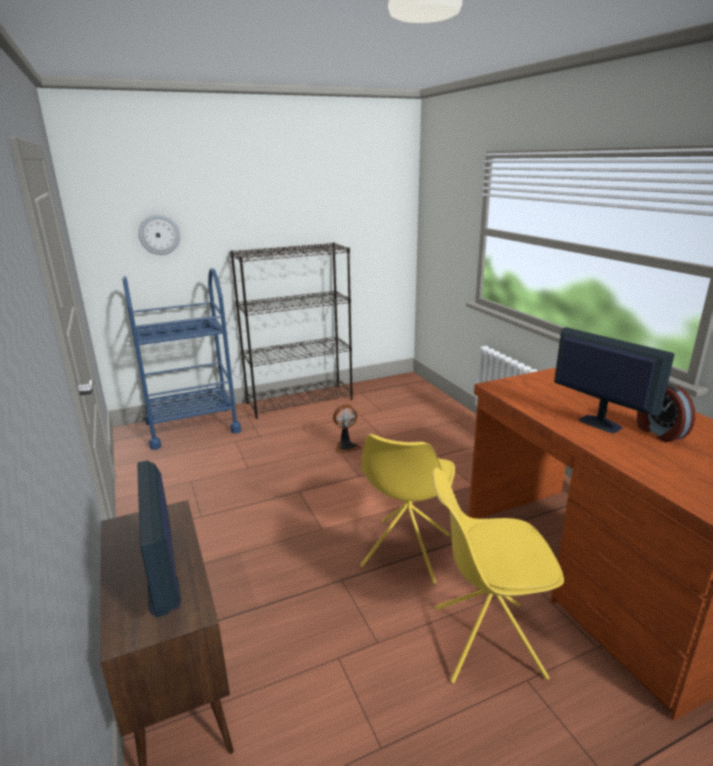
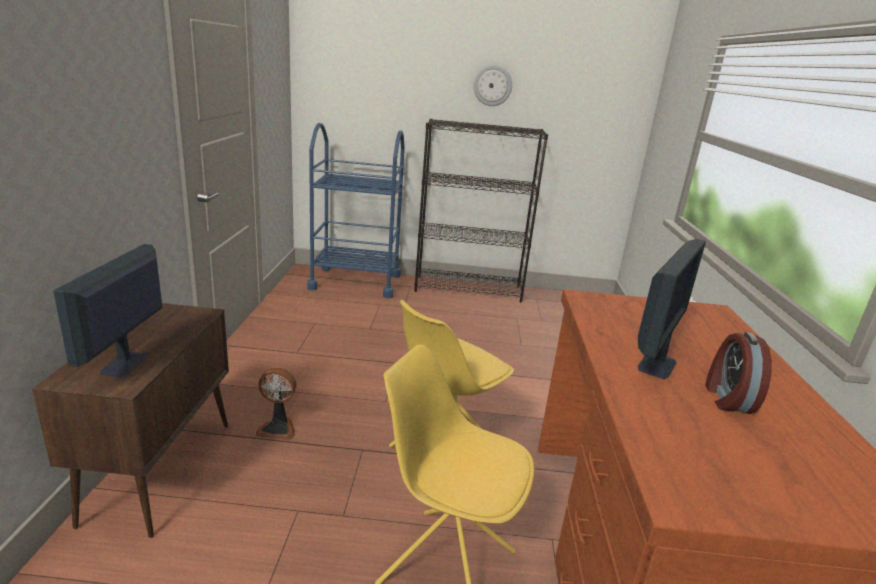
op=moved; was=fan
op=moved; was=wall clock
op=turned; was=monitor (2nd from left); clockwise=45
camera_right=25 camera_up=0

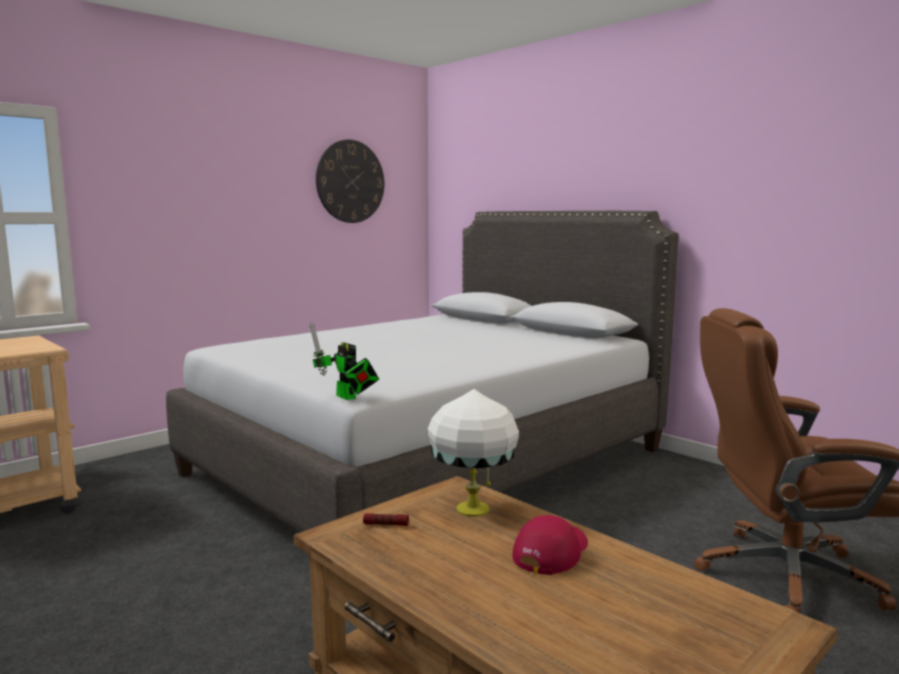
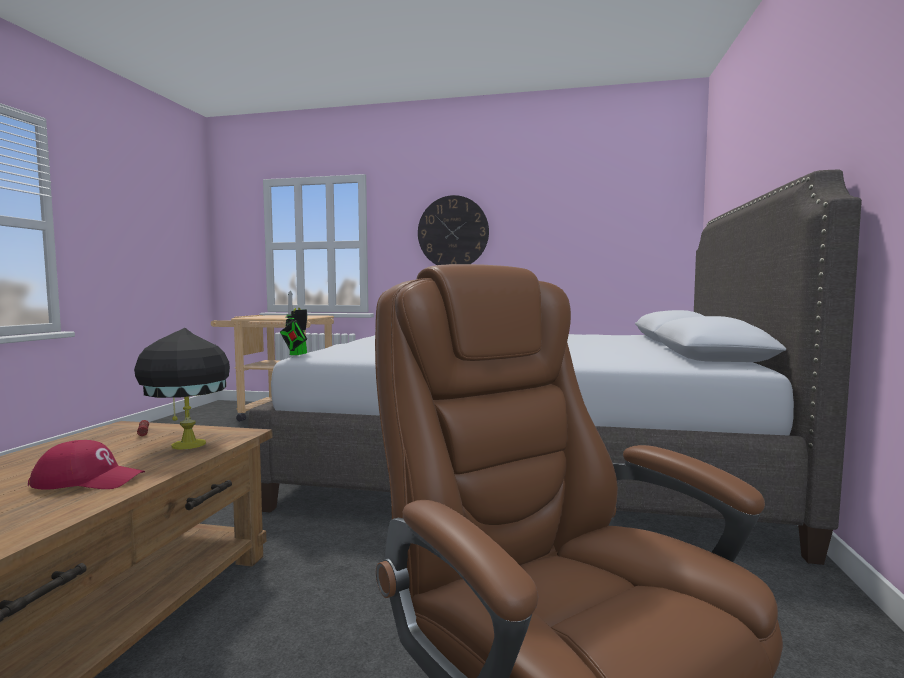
op=recoloured; was=table lamp in white; now=table lamp in black
op=moved; was=wall clock
camera_right=55 camera_up=-5

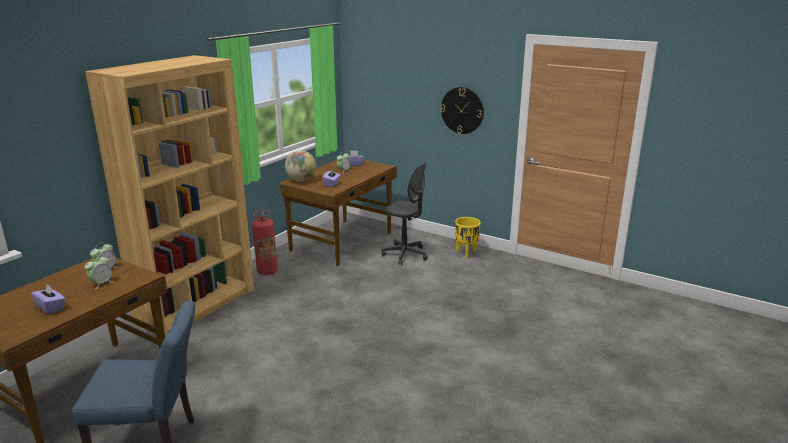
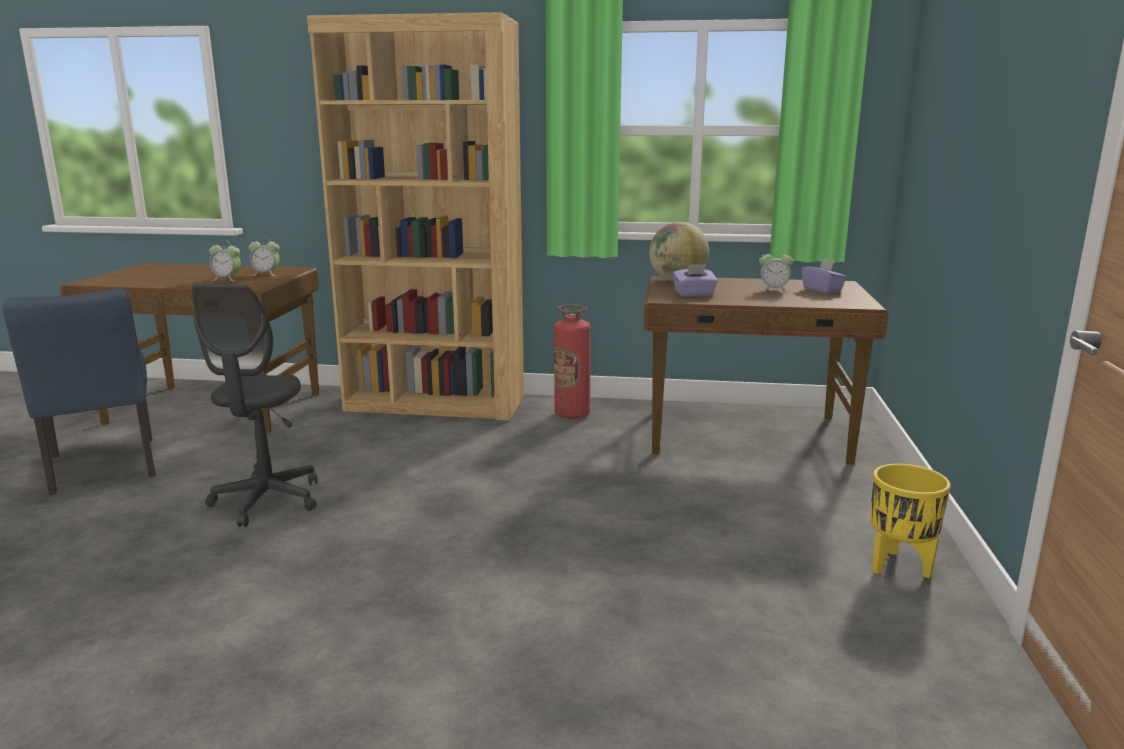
op=moved; was=office chair in grey
op=removed; was=tissue box in purple (1st from left)
op=removed; was=wall clock
camera_right=65 camera_up=-5

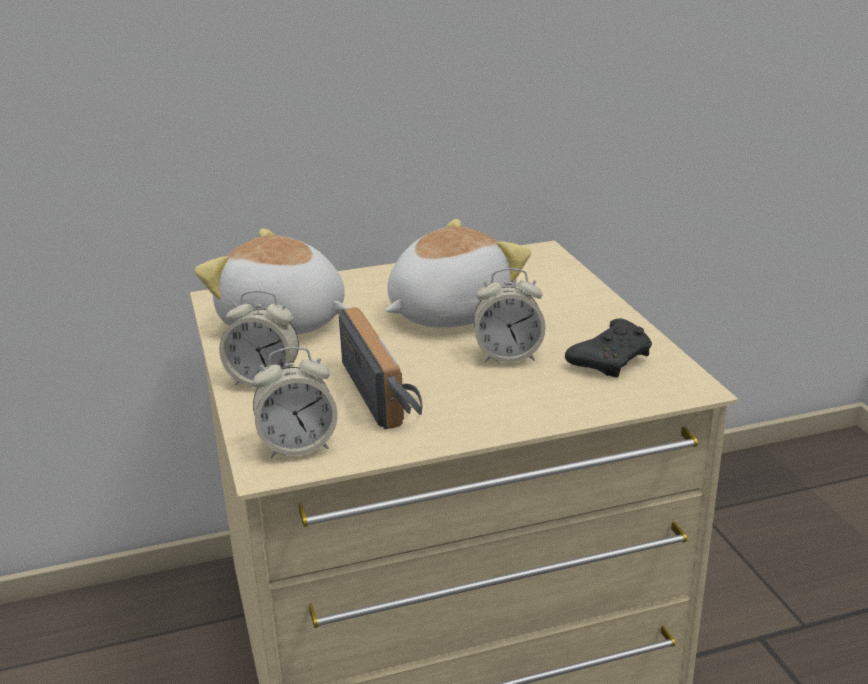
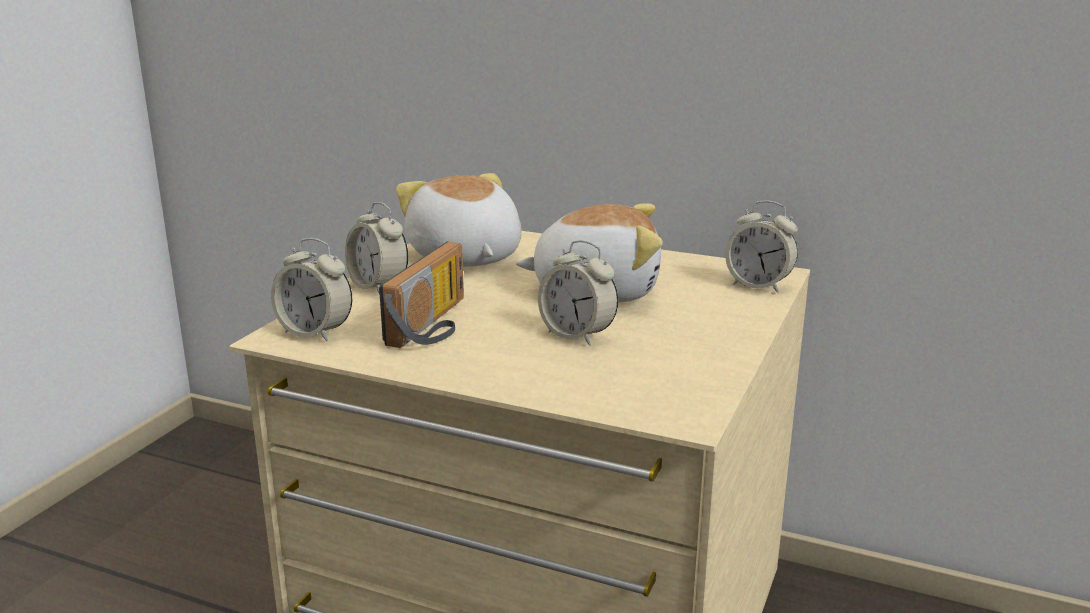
op=added; now=alarm clock (4th from left)
op=removed; was=game controller in black
camera_right=40 camera_up=-5

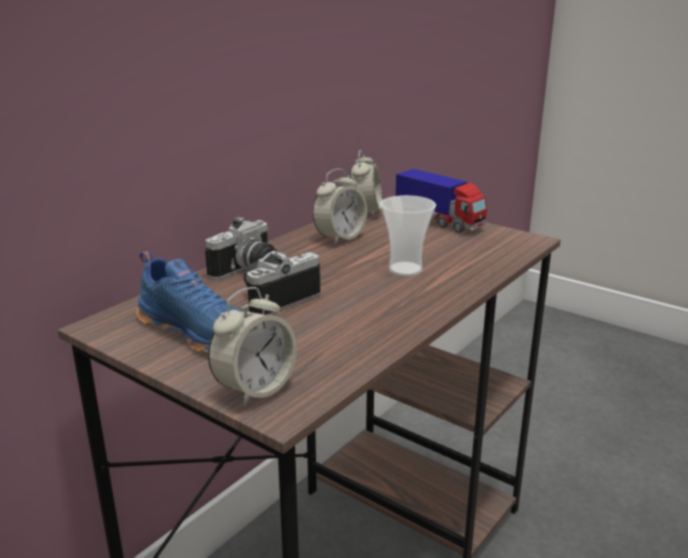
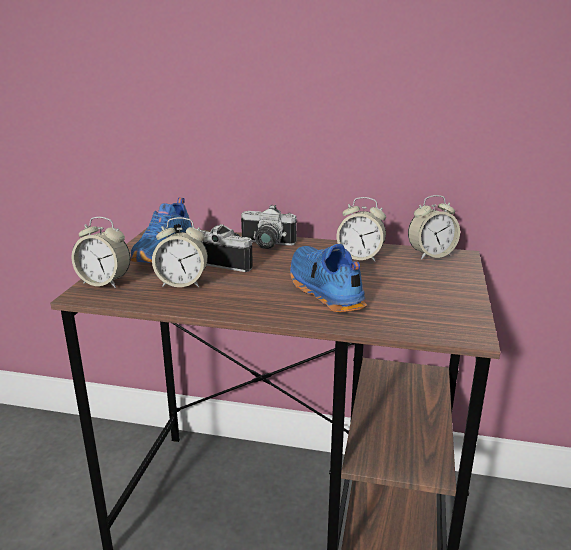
op=added; now=alarm clock (2nd from left)
op=replaced; was=cup; now=shoe in blue (2nd from left)
op=removed; was=toy truck
camera_right=65 camera_up=0

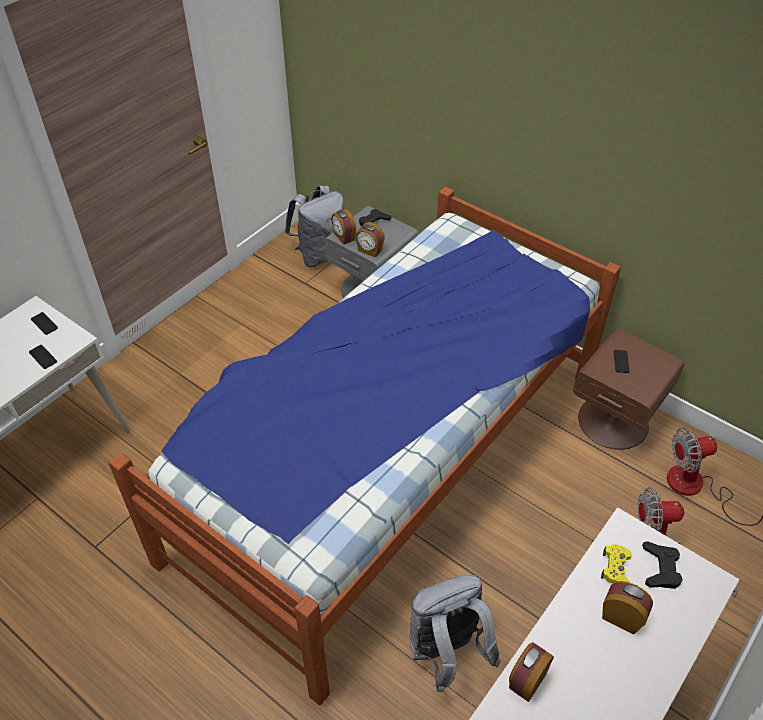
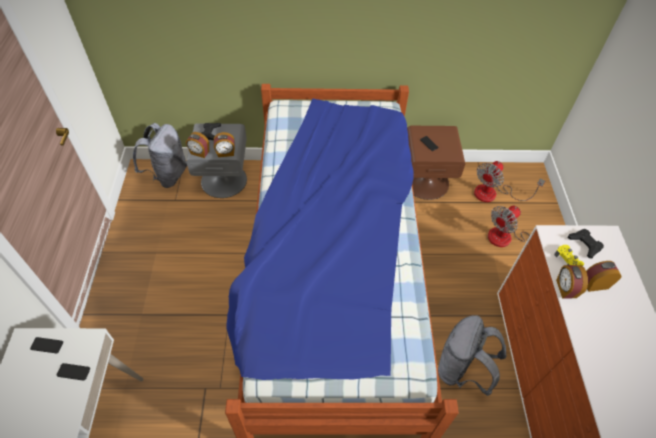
op=moved; was=alarm clock (3rd from left)
camera_right=-40 camera_up=5

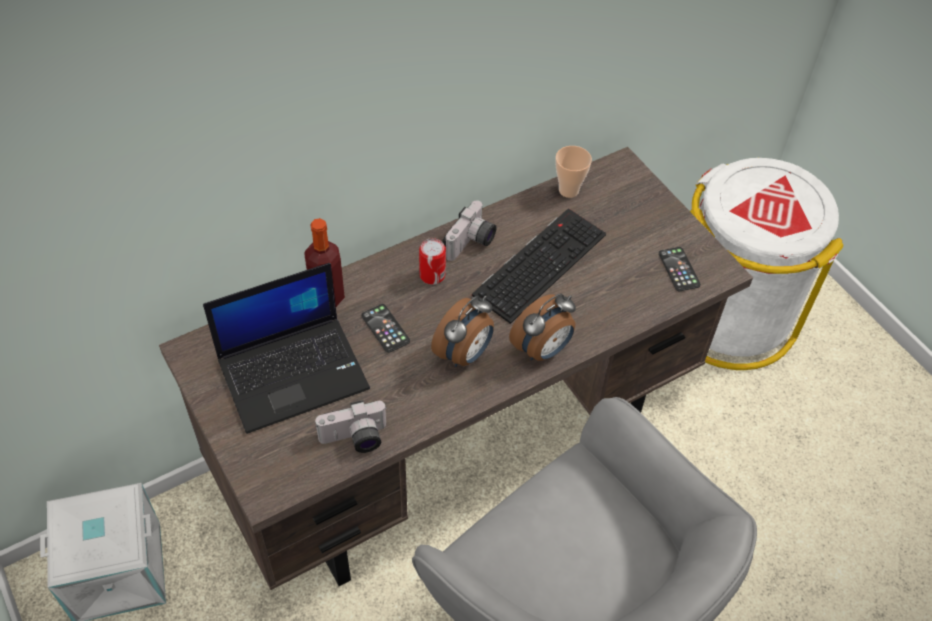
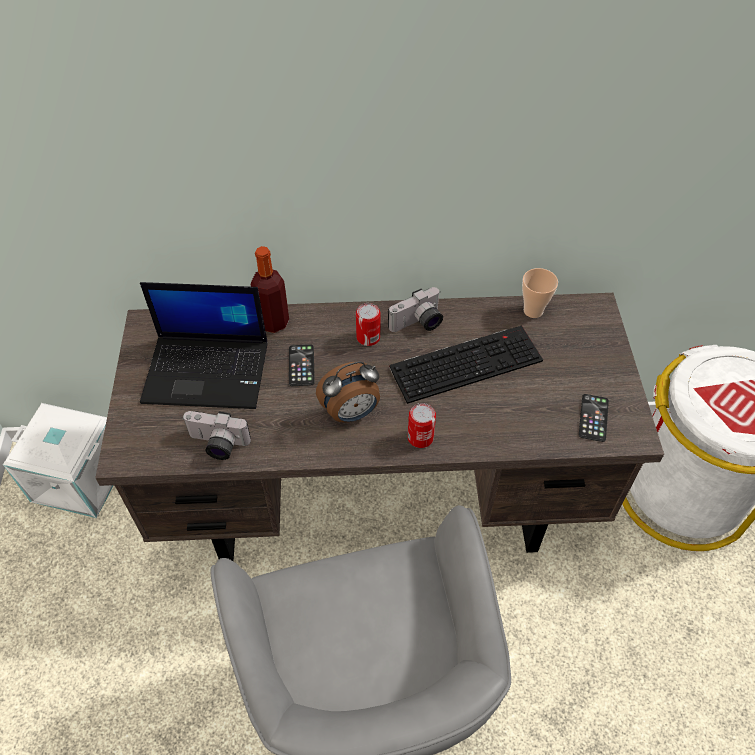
op=replaced; was=alarm clock (2nd from left); now=can (2nd from left)
camera_right=30 camera_up=0

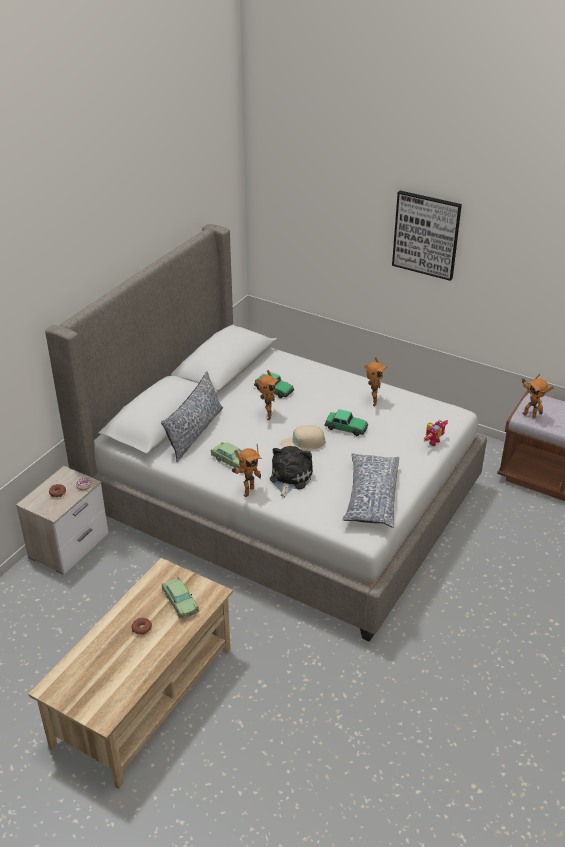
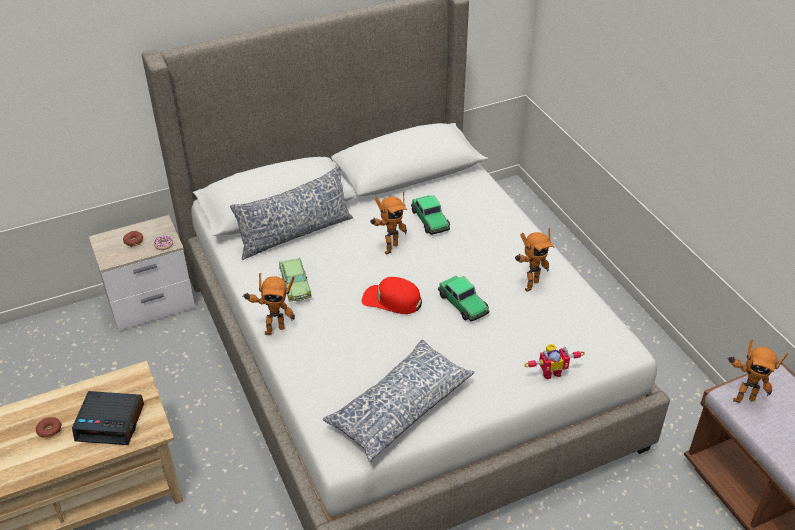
op=replaced; was=toy car (1st from left); now=alarm clock
op=recoloured; was=cap in beige; now=cap in red
op=turned; was=toy robot (5th from left); clockwise=-75
op=removed; was=plush toy
op=removed; was=picture
camera_right=35 camera_up=5

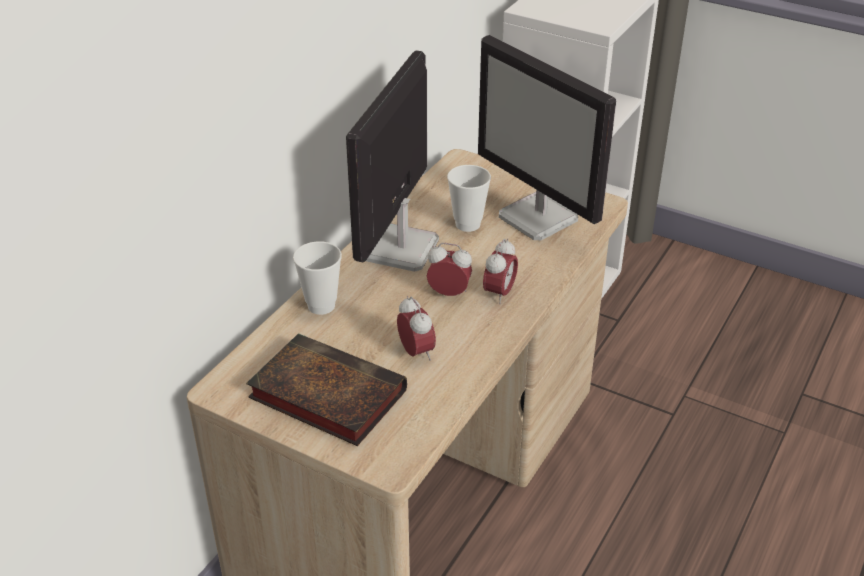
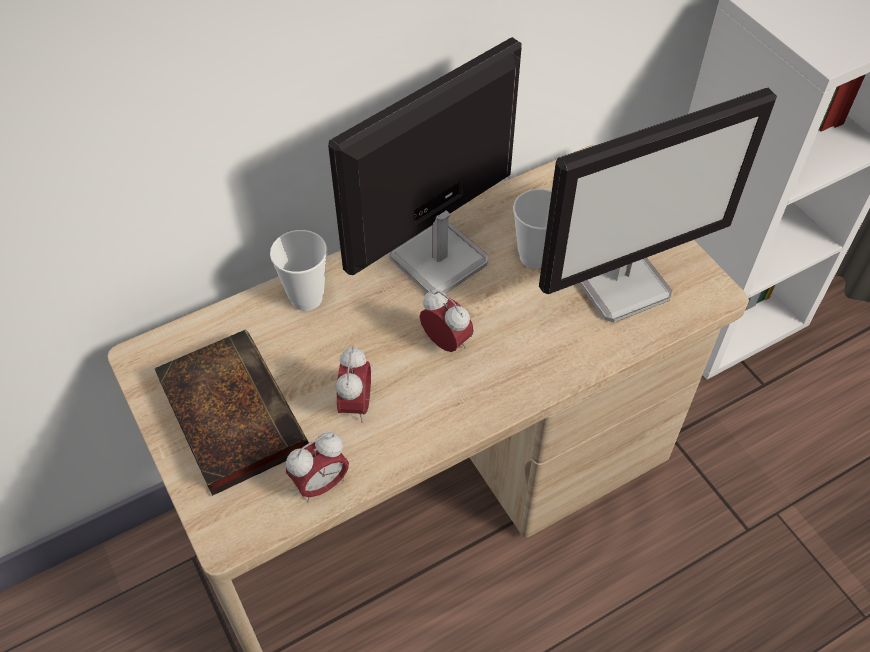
op=moved; was=alarm clock (3rd from left in the first image); now=alarm clock (1st from left)
op=turned; was=monitor (2nd from left); clockwise=-105
camera_right=30 camera_up=15

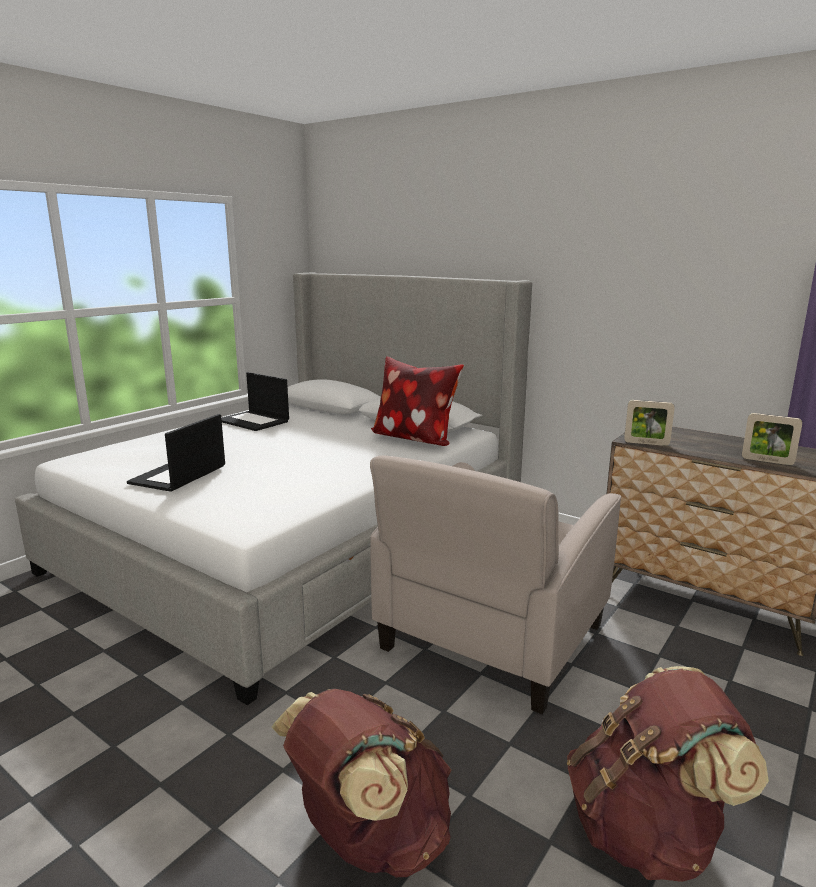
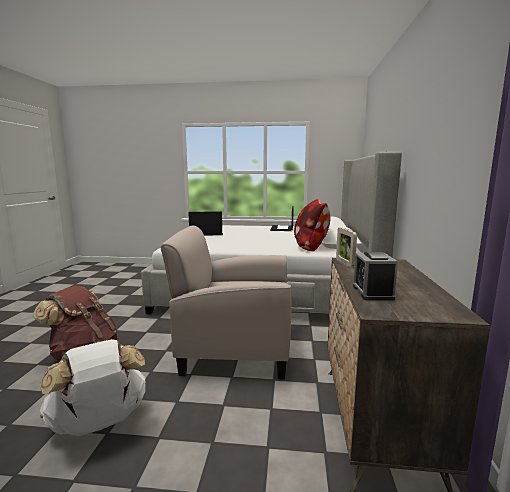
op=recoloured; was=backpack in brown (2nd from left); now=backpack in white
op=replaced; was=picture frame (2nd from left); now=alarm clock
camera_right=60 camera_up=-5

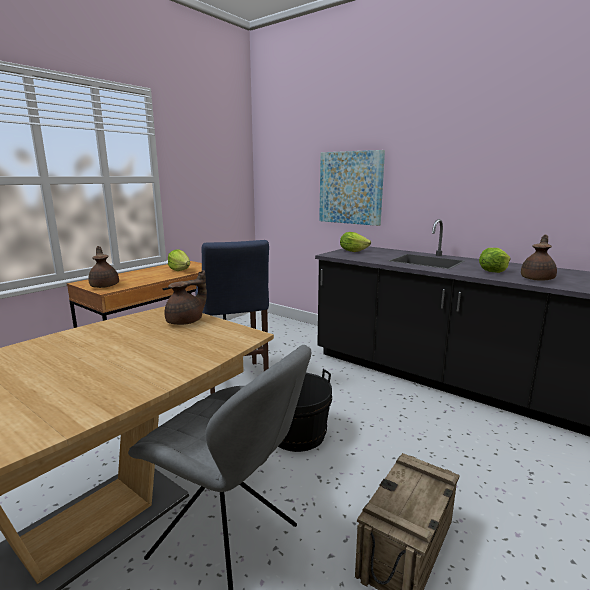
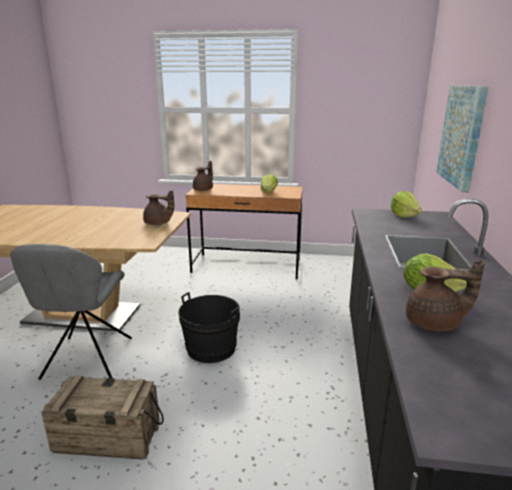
op=removed; was=stool in blue
camera_right=60 camera_up=5

